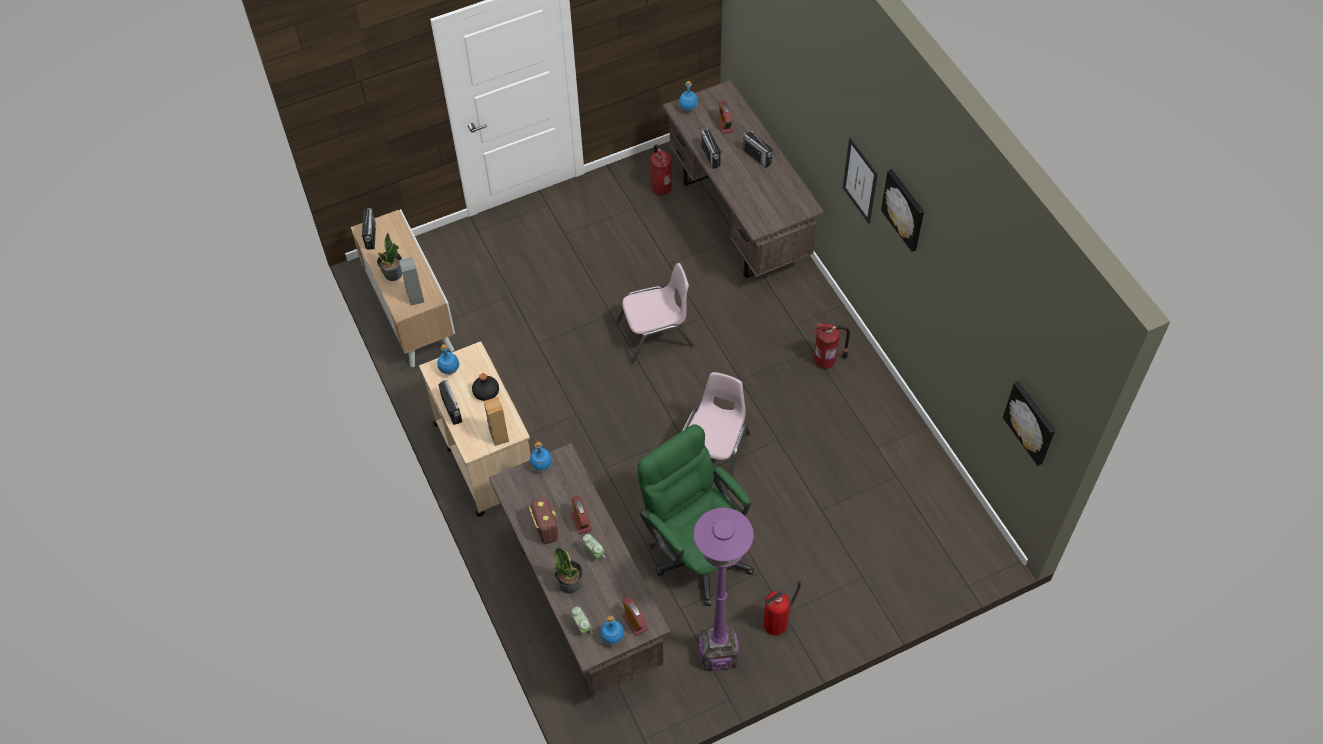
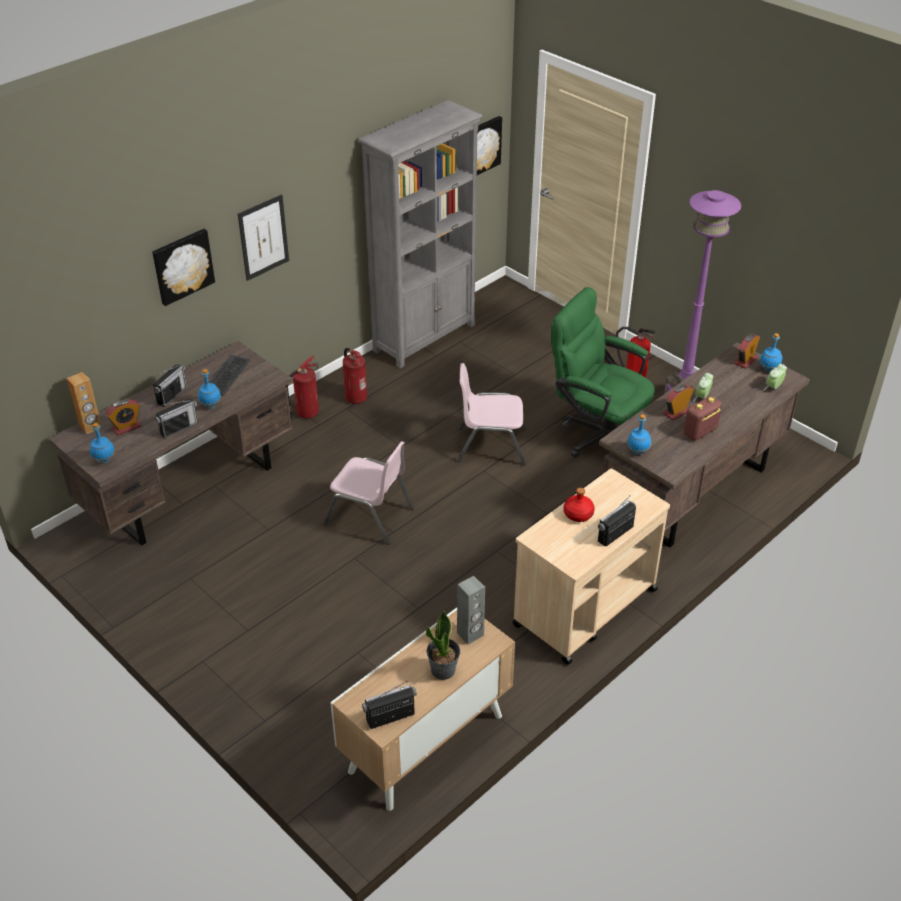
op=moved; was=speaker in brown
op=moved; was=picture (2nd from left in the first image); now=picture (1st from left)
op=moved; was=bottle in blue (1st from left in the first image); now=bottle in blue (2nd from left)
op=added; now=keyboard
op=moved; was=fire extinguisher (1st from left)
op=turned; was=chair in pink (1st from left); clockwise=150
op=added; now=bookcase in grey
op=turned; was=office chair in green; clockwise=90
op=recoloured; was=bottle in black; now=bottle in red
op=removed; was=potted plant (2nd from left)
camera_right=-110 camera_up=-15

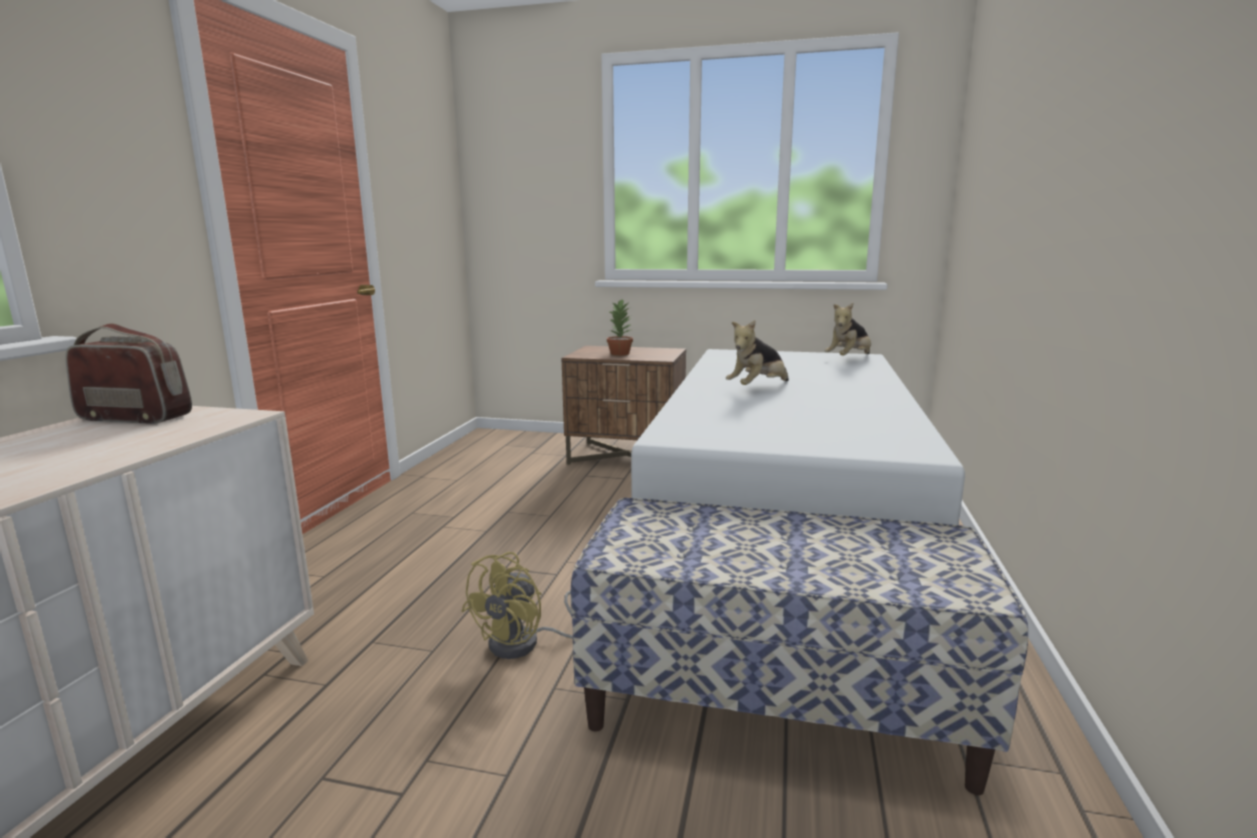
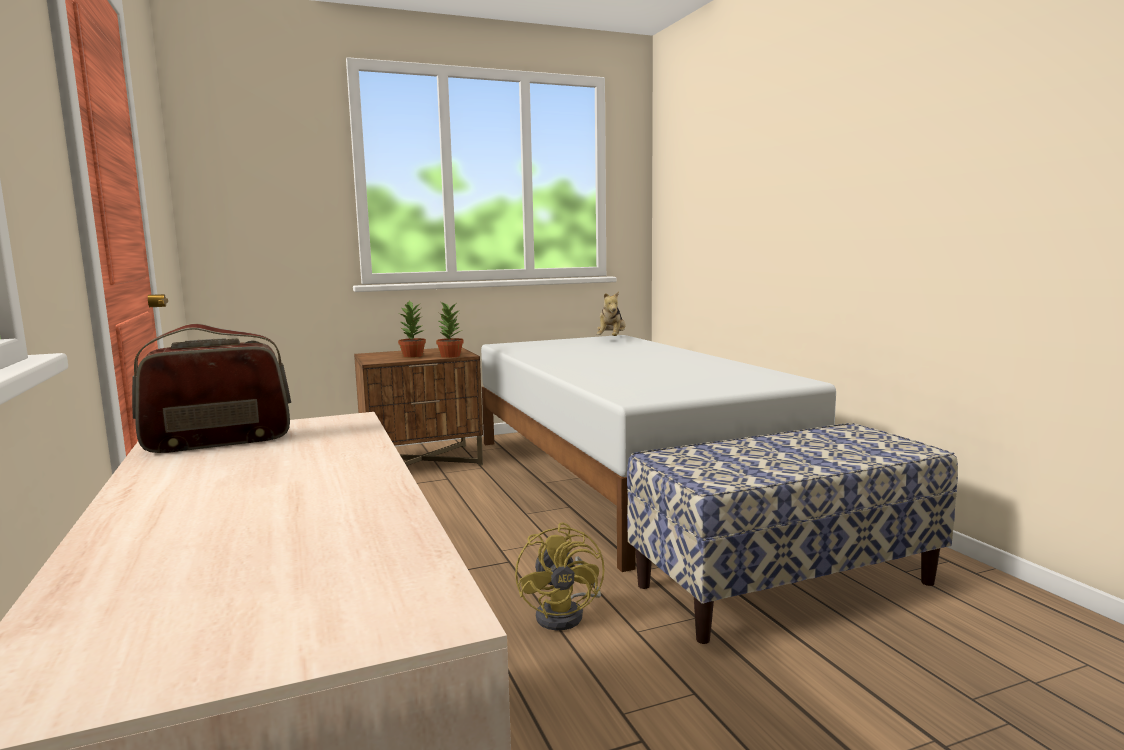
op=added; now=potted plant (2nd from left)
op=removed; was=plush toy (1st from left)
camera_right=-35 camera_up=-5

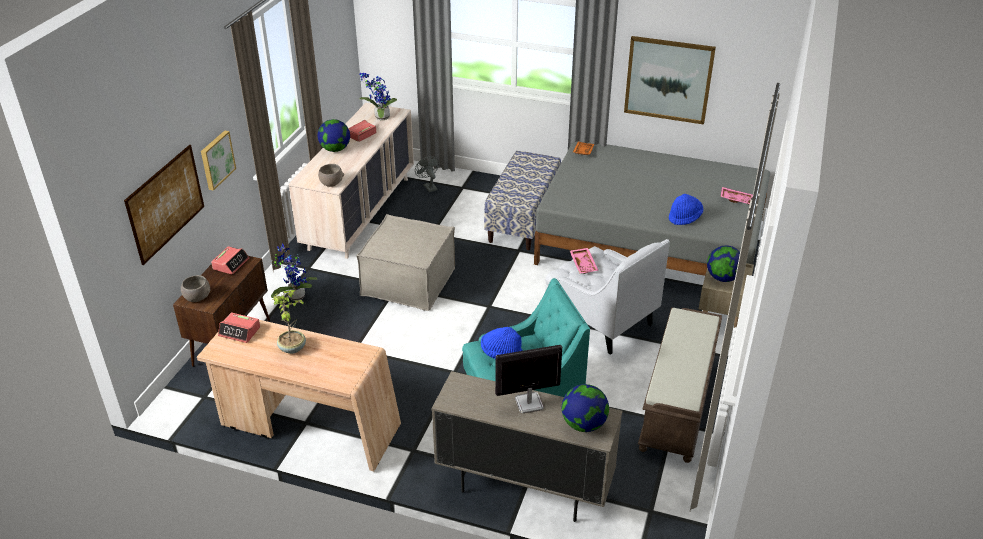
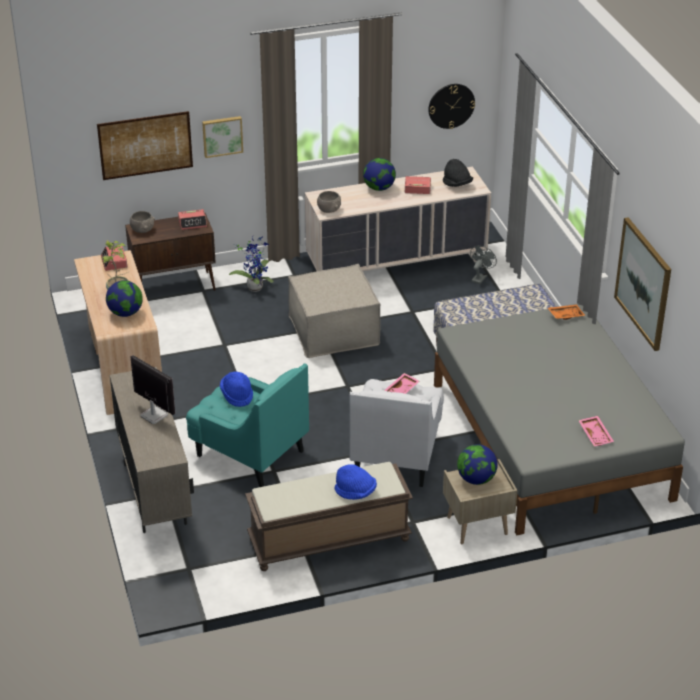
op=moved; was=globe (2nd from left in the first image); now=globe (1st from left)
op=moved; was=hat in blue (2nd from left)
op=added; now=wall clock
op=replaced; was=potted plant (3rd from left); now=hat in black
camera_right=55 camera_up=0

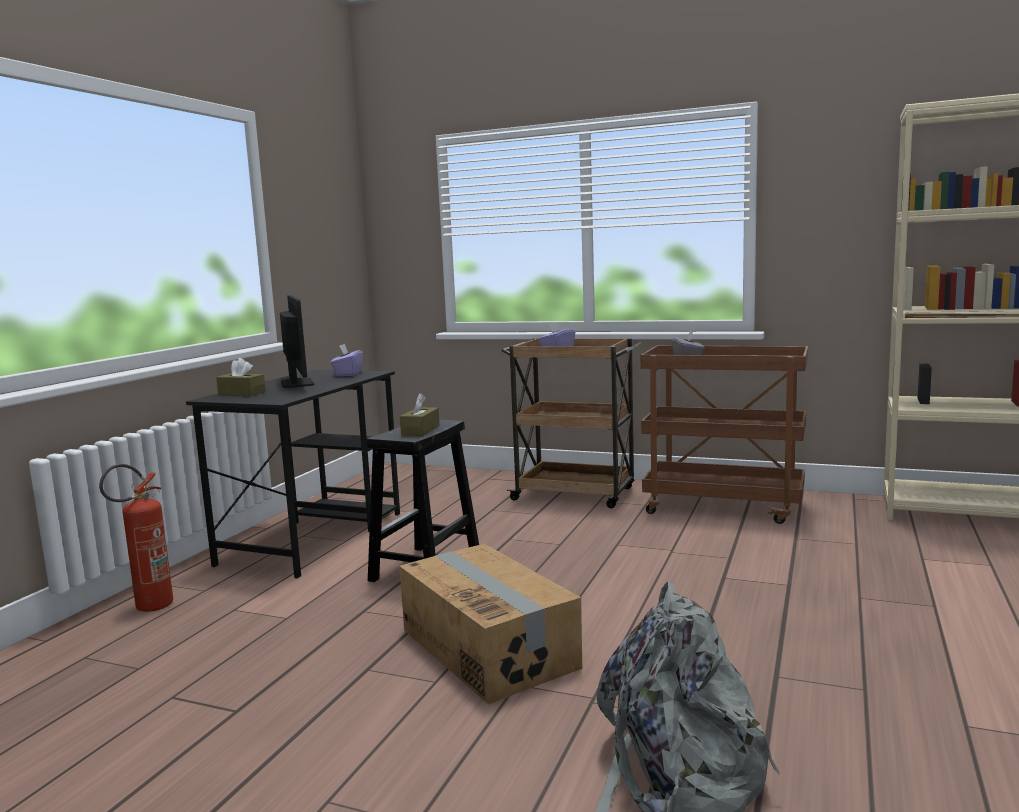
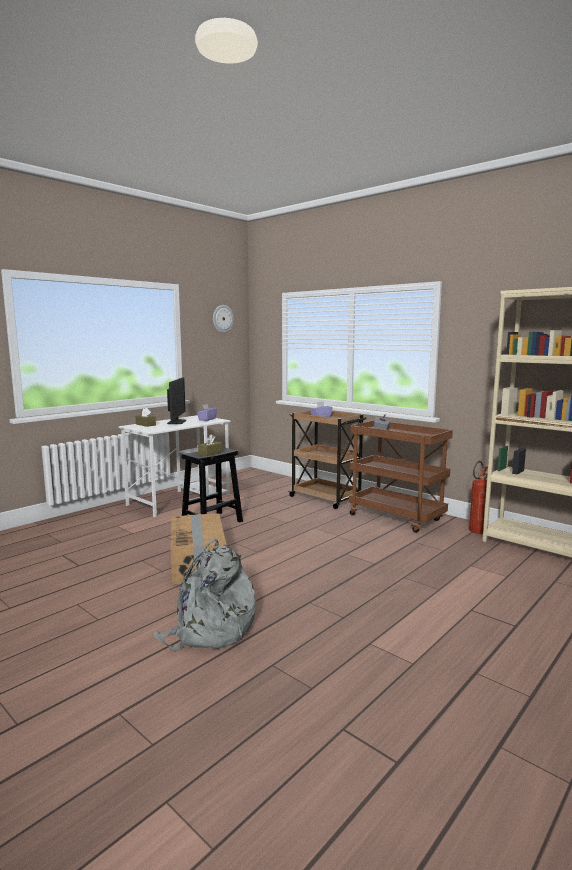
op=recoloured; was=desk in black; now=desk in white
op=added; now=wall clock
op=moved; was=fire extinguisher
camera_right=20 camera_up=0

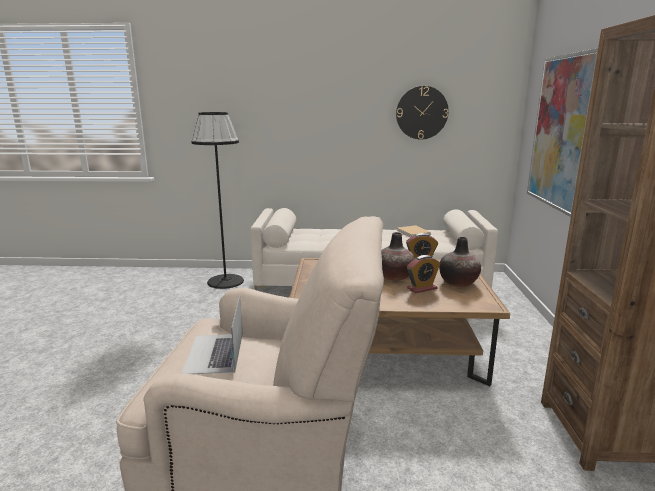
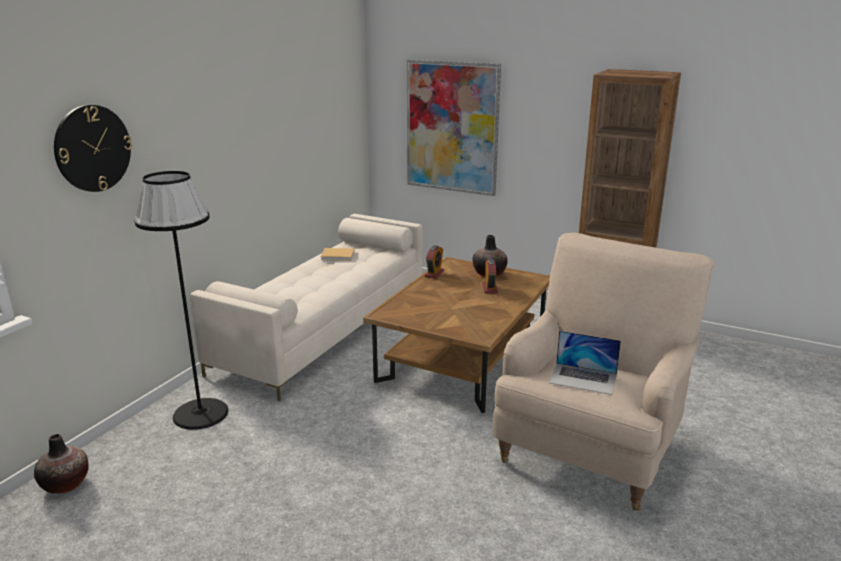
op=moved; was=vase (1st from left)
op=moved; was=wall clock
camera_right=-65 camera_up=5

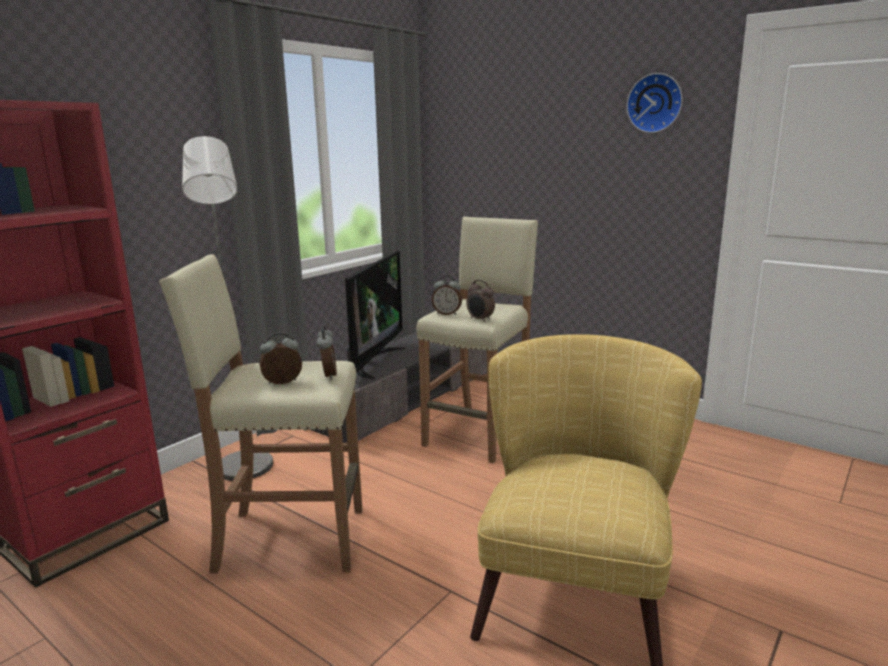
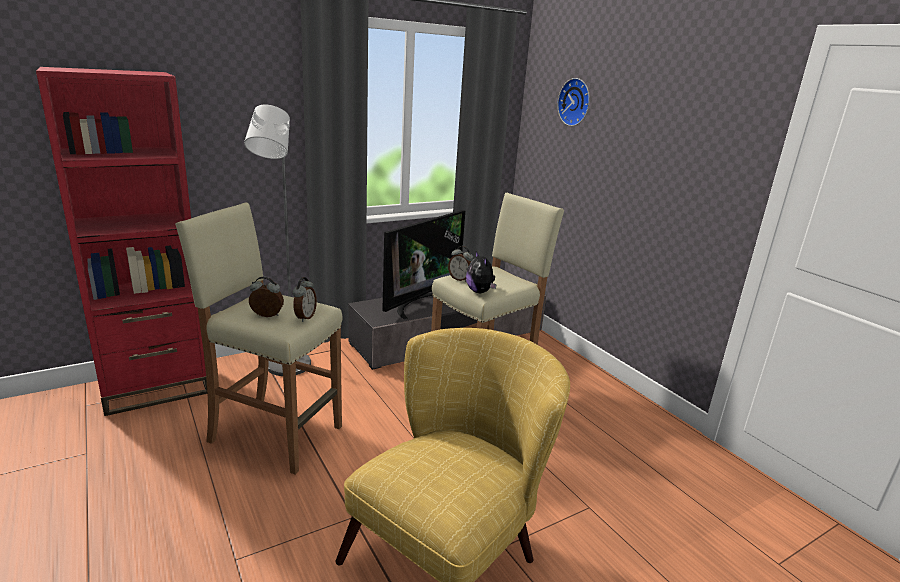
op=replaced; was=alarm clock (4th from left); now=plush toy
op=moved; was=wall clock
camera_right=20 camera_up=5

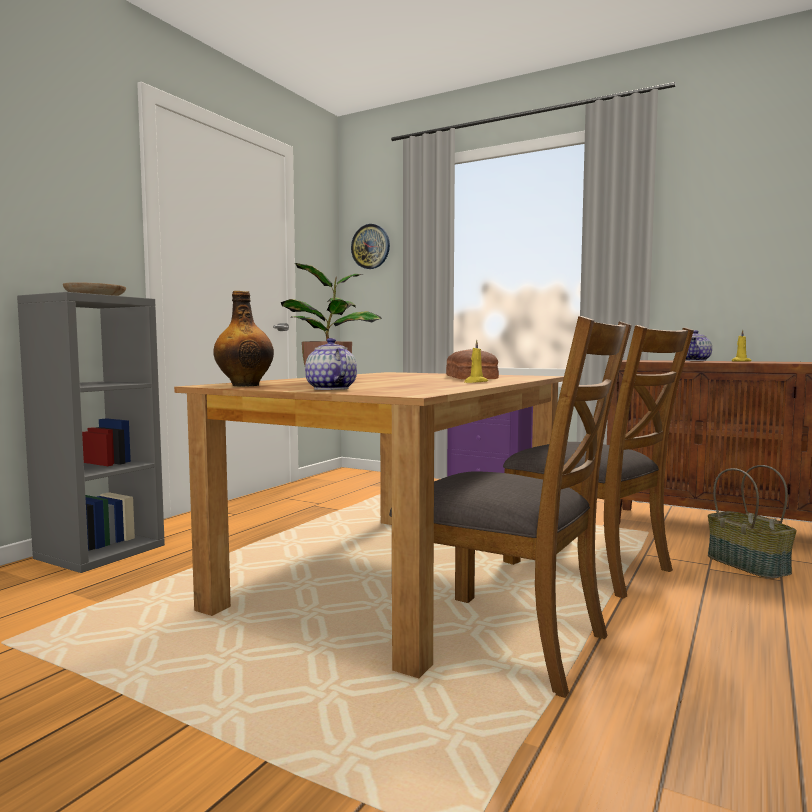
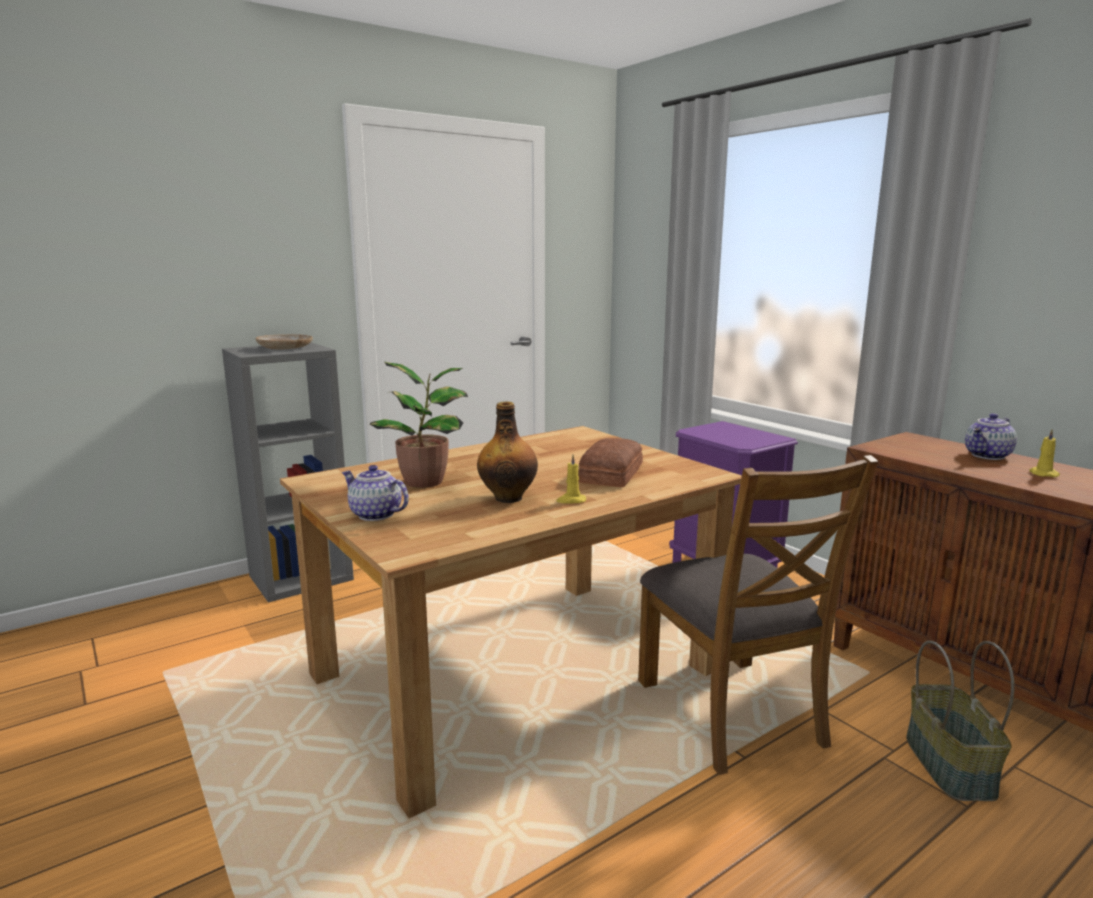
op=turned; was=teapot (1st from left); clockwise=-60
op=moved; was=bottle
op=removed; was=wall clock
op=removed; was=chair in brown (1st from left)
camera_right=25 camera_up=10

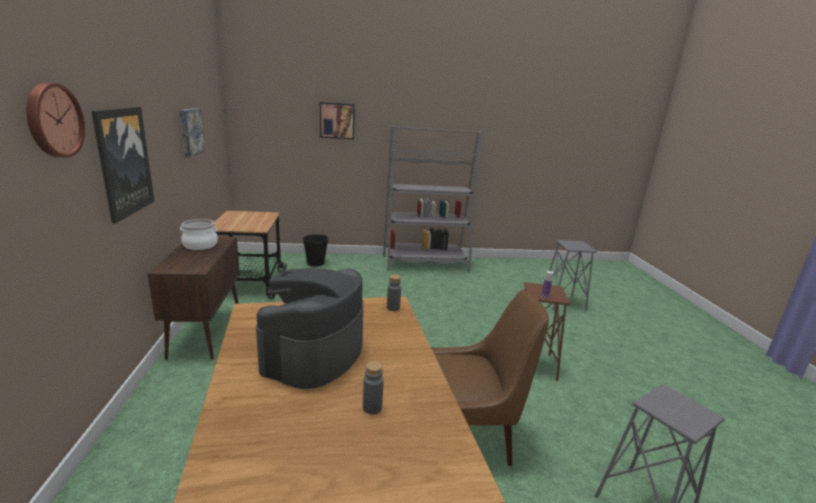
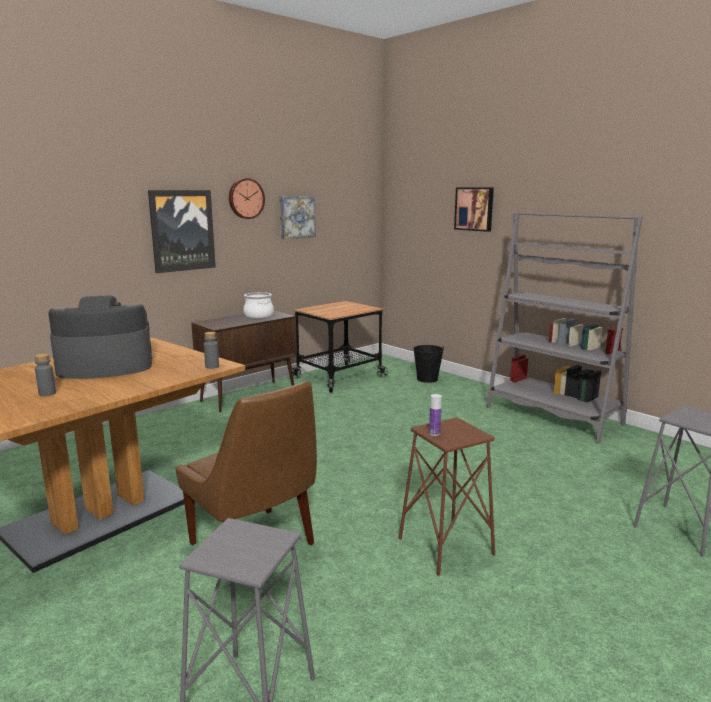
op=moved; was=wall clock
camera_right=55 camera_up=-5

